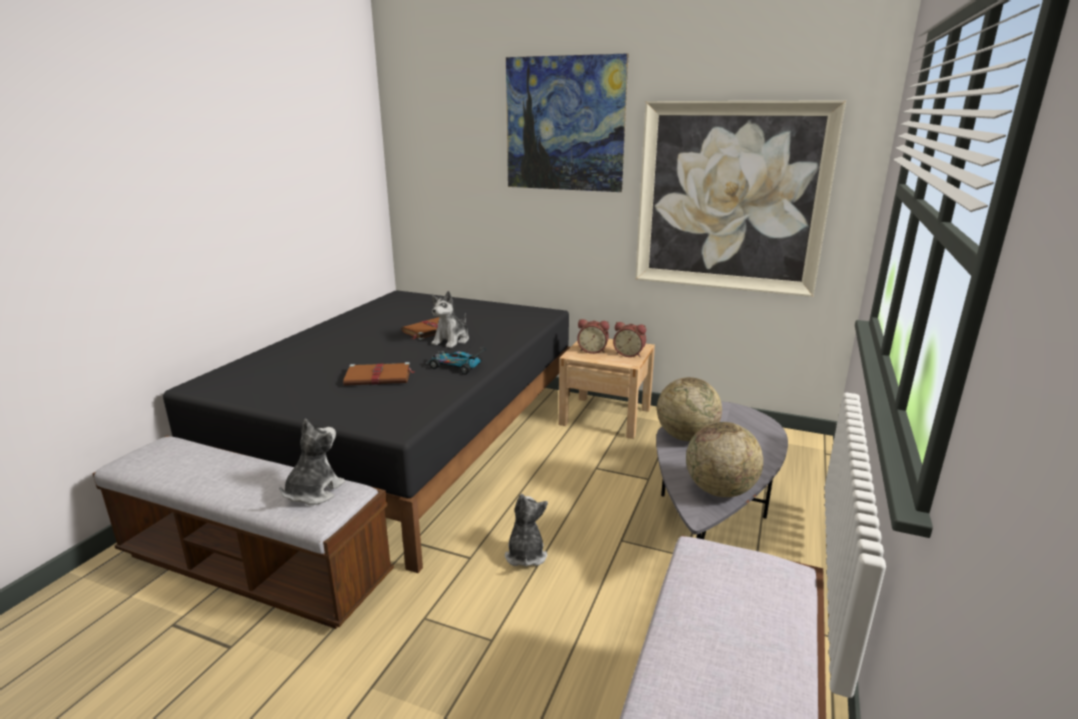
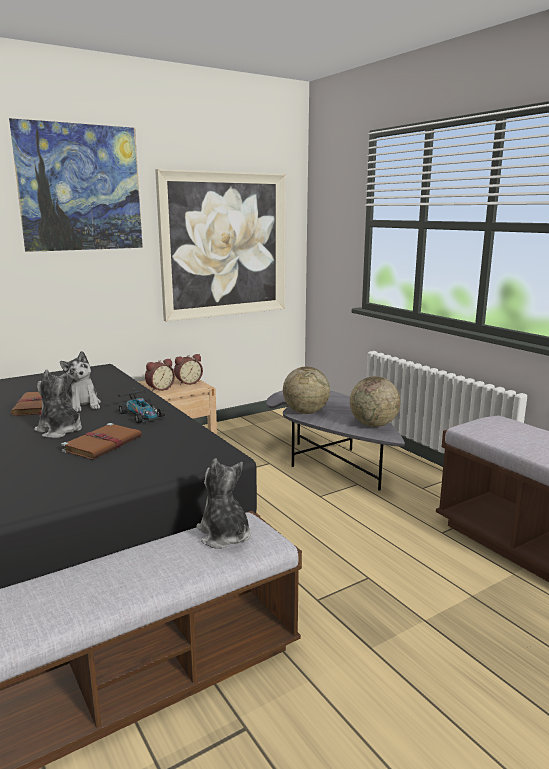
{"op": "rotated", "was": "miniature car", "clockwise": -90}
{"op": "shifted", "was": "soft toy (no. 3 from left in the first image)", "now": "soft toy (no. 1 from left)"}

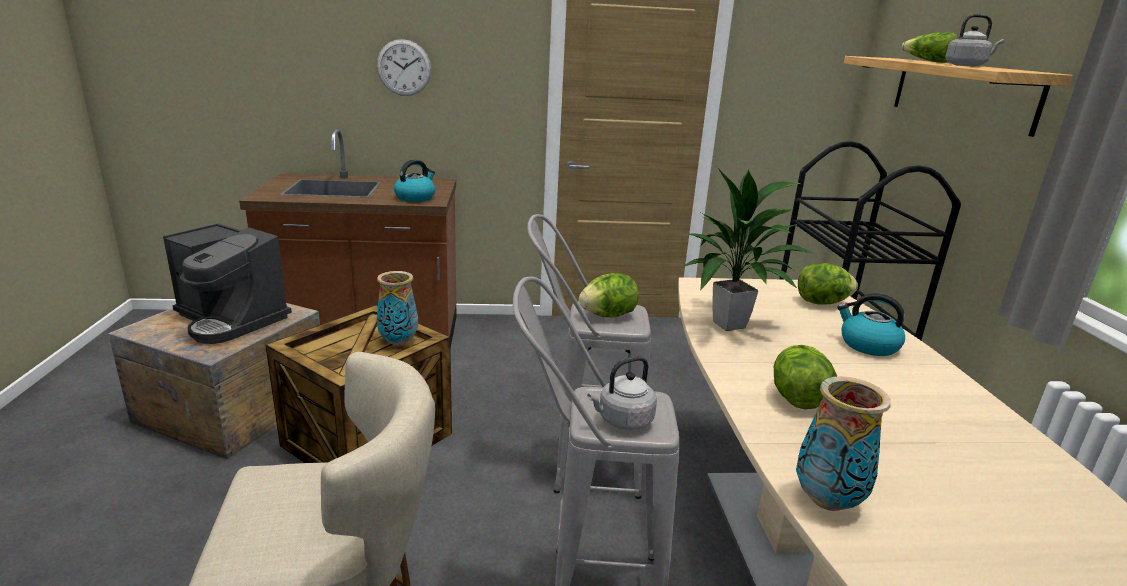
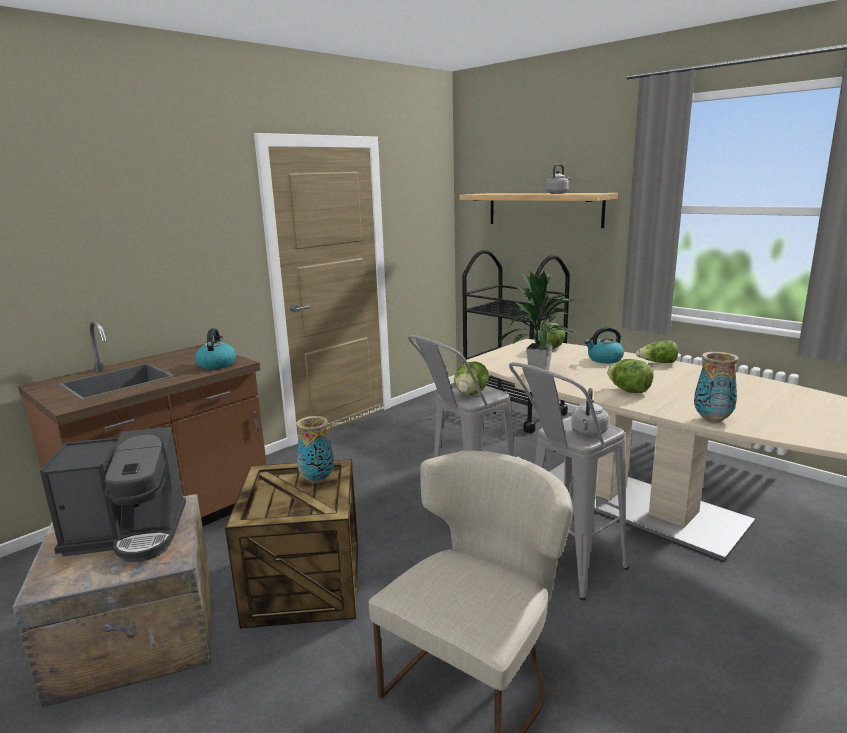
{"op": "gone", "was": "wall clock"}
{"op": "shifted", "was": "lettuce (no. 4 from left)"}

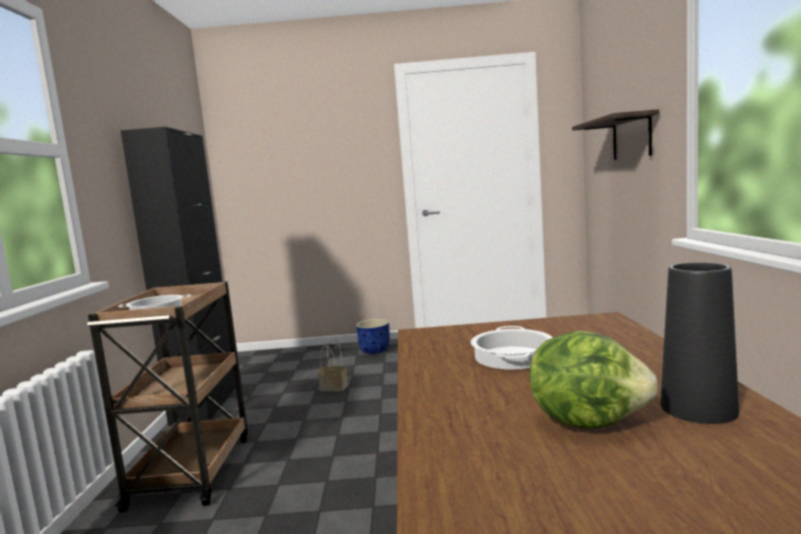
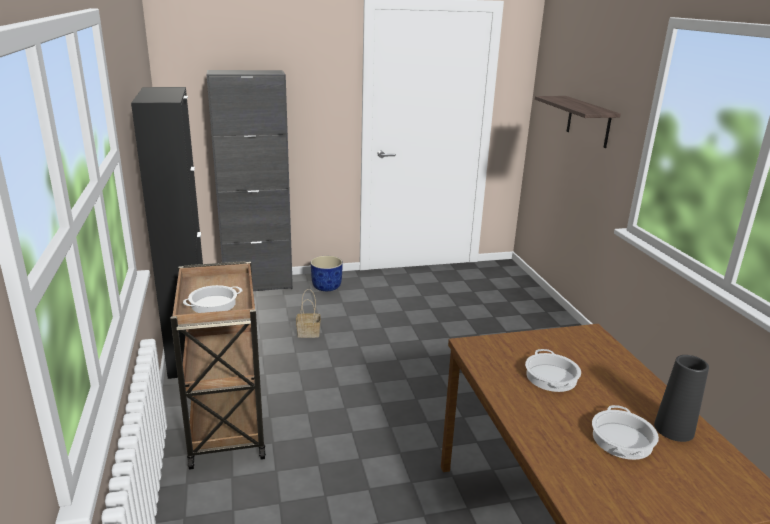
{"op": "swapped", "was": "lettuce", "now": "cooking pot (no. 3 from left)"}
{"op": "new", "now": "blackish cabinet (no. 2 from left)"}

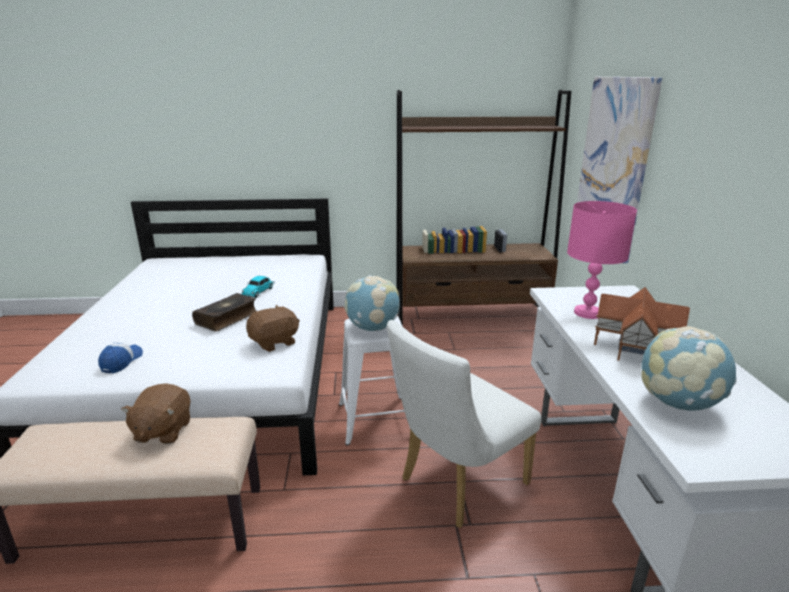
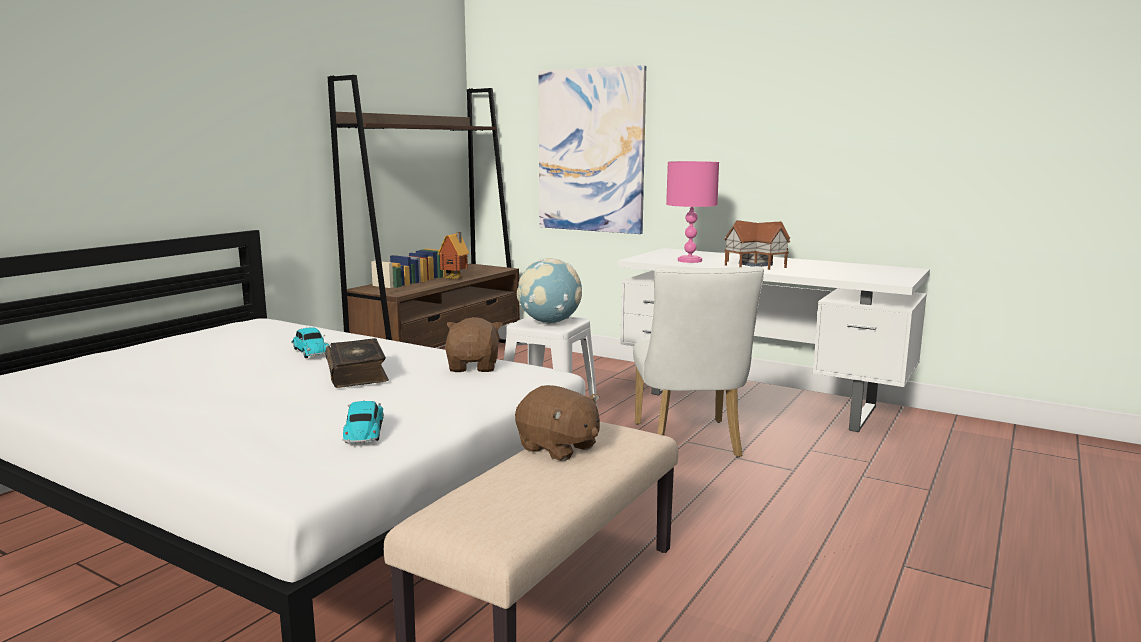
{"op": "swapped", "was": "peaked cap", "now": "miniature car (no. 2 from left)"}
{"op": "gone", "was": "world globe (no. 2 from left)"}
{"op": "new", "now": "miniature house (no. 1 from left)"}

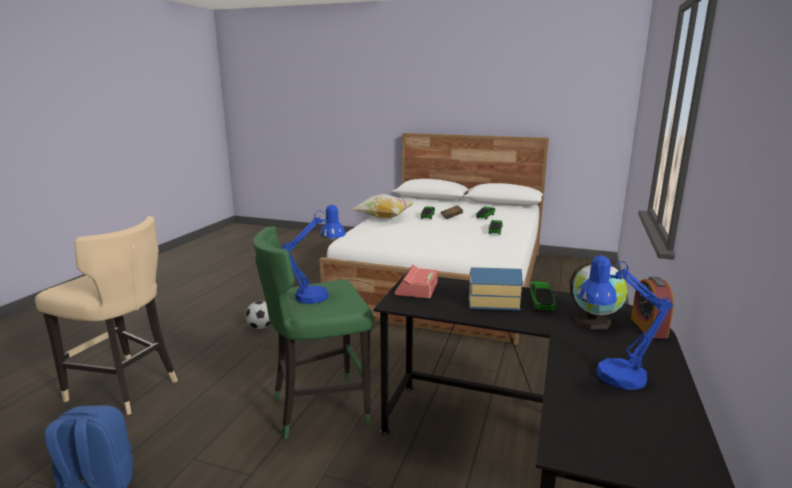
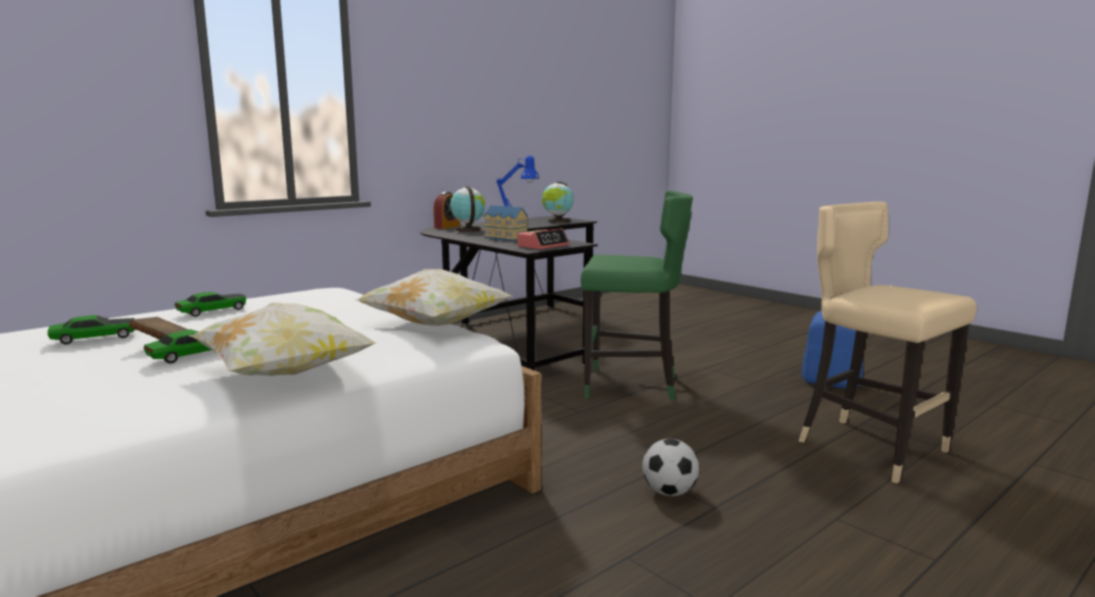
{"op": "gone", "was": "bluish table lamp (no. 1 from left)"}
{"op": "gone", "was": "miniature car (no. 4 from left)"}
{"op": "new", "now": "pillow (no. 2 from left)"}
{"op": "new", "now": "world globe (no. 2 from left)"}

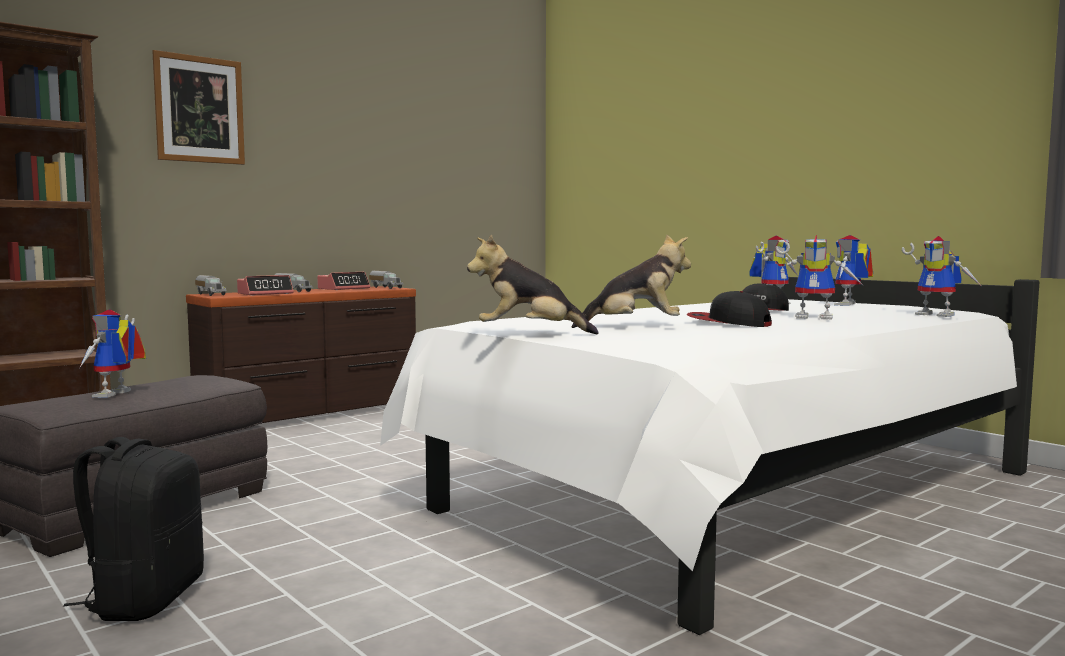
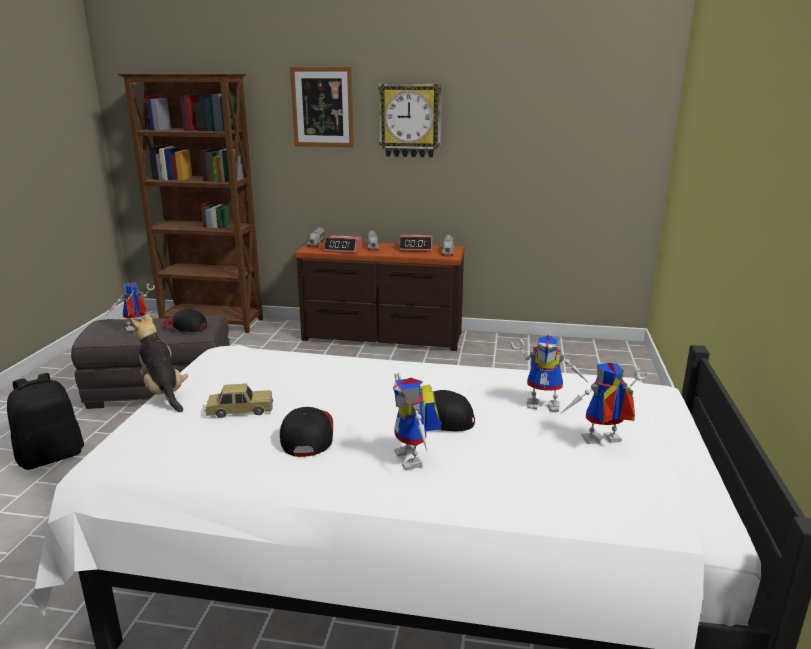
{"op": "swapped", "was": "soft toy (no. 2 from left)", "now": "miniature car"}
{"op": "gone", "was": "robot figure (no. 5 from left)"}
{"op": "new", "now": "peaked cap (no. 1 from left)"}
{"op": "new", "now": "wall clock"}

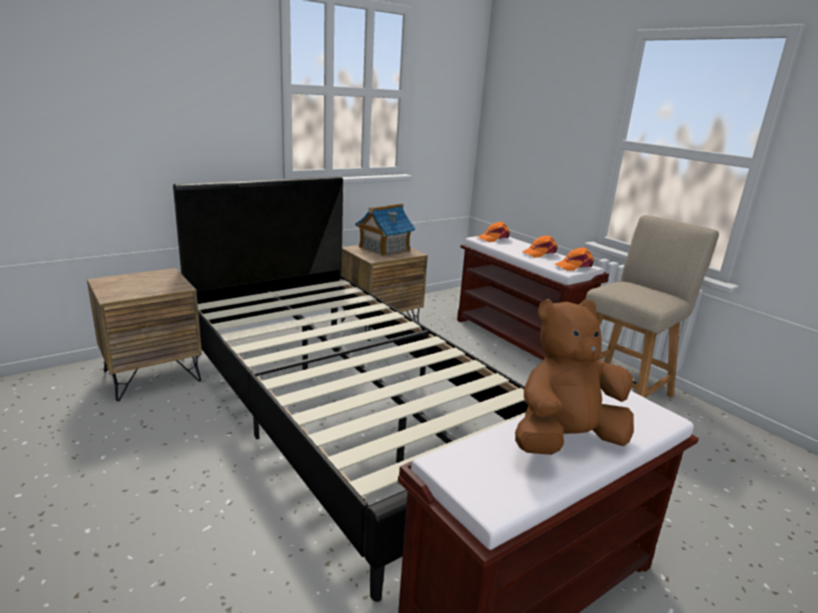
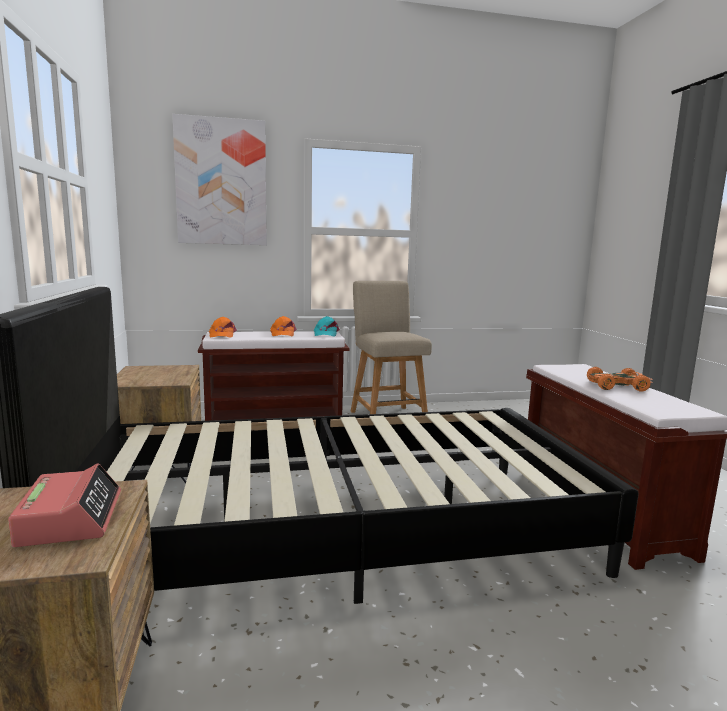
{"op": "gone", "was": "miniature house"}
{"op": "swapped", "was": "brown-coloured soft toy", "now": "orange miniature car"}
{"op": "repainted", "was": "orange peaked cap (no. 3 from left)", "now": "turquoise peaked cap"}
{"op": "new", "now": "alarm clock"}
{"op": "new", "now": "picture"}

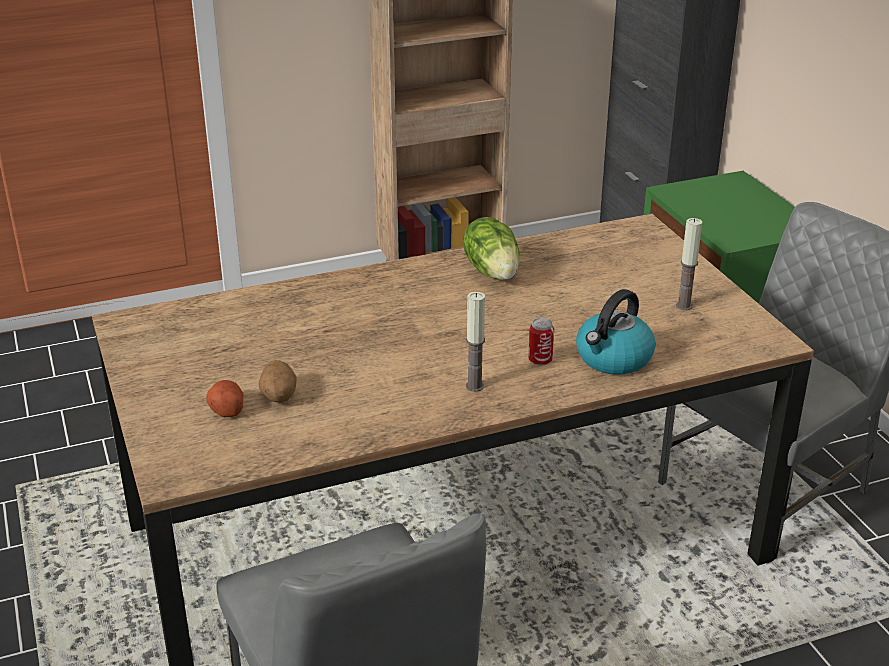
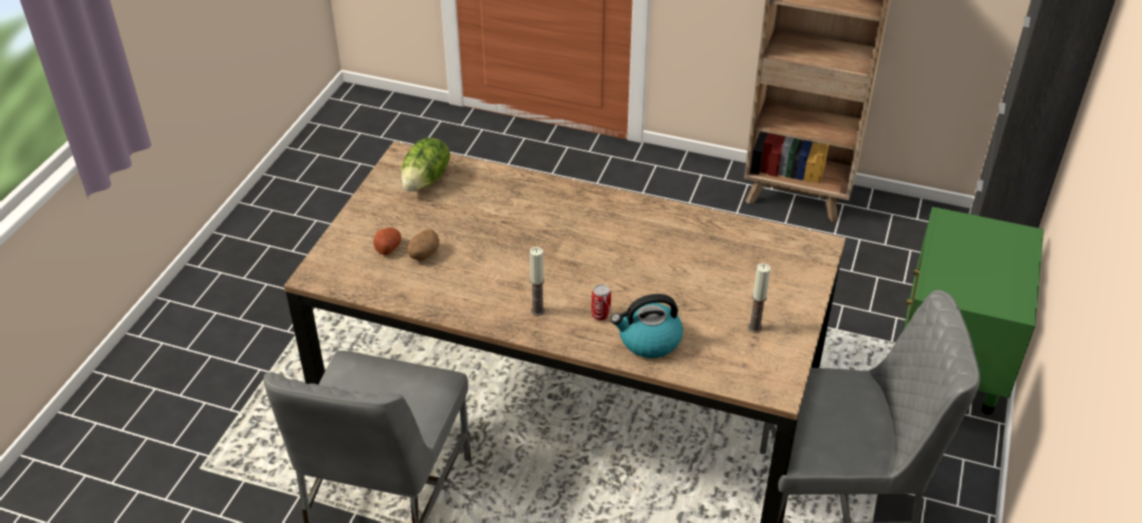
{"op": "shifted", "was": "lettuce"}

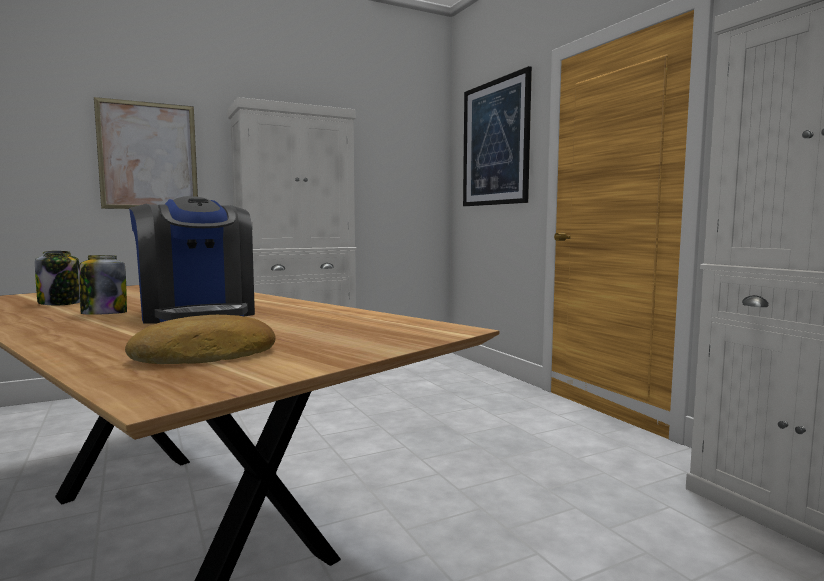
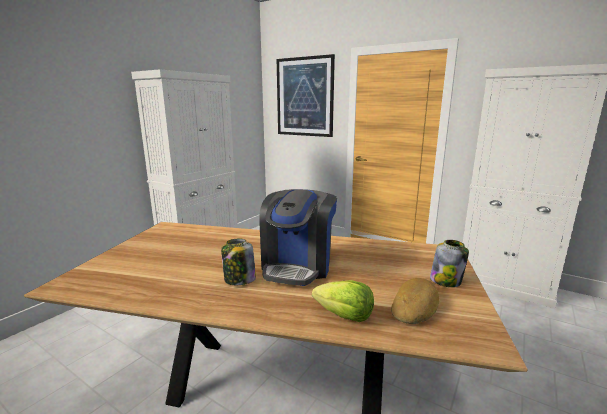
{"op": "shifted", "was": "preserve jar (no. 1 from left in the first image)", "now": "preserve jar (no. 2 from left)"}
{"op": "gone", "was": "picture (no. 1 from left)"}
{"op": "rotated", "was": "coffee brewer", "clockwise": 75}
{"op": "new", "now": "lettuce"}

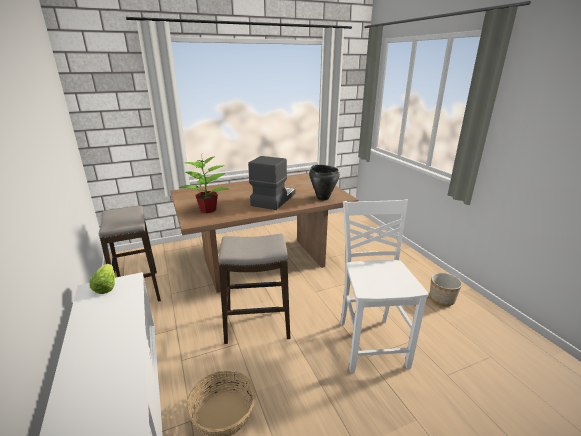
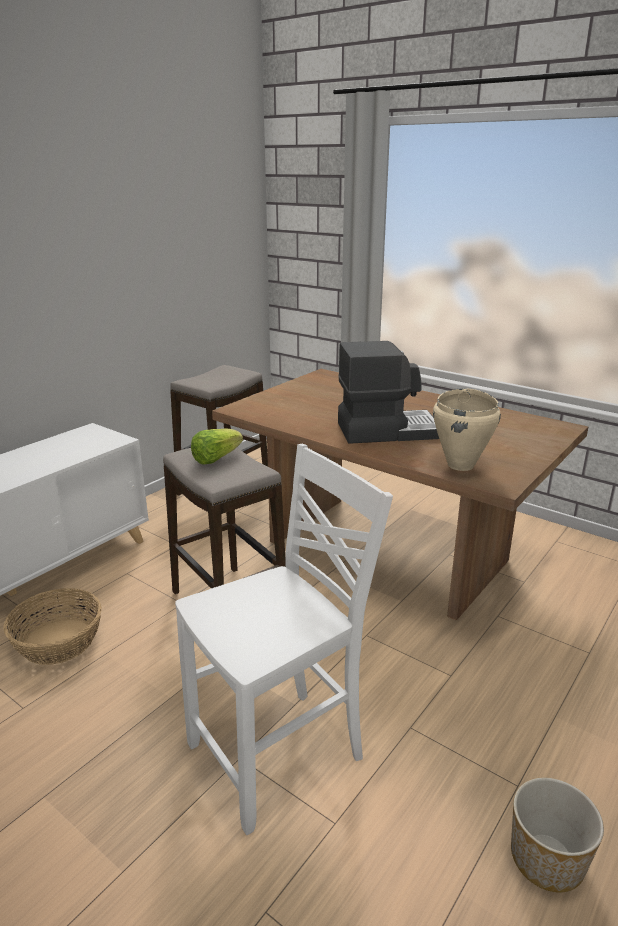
{"op": "shifted", "was": "lettuce"}
{"op": "gone", "was": "potted plant"}
{"op": "repainted", "was": "blackish cooking pot", "now": "beige cooking pot"}

